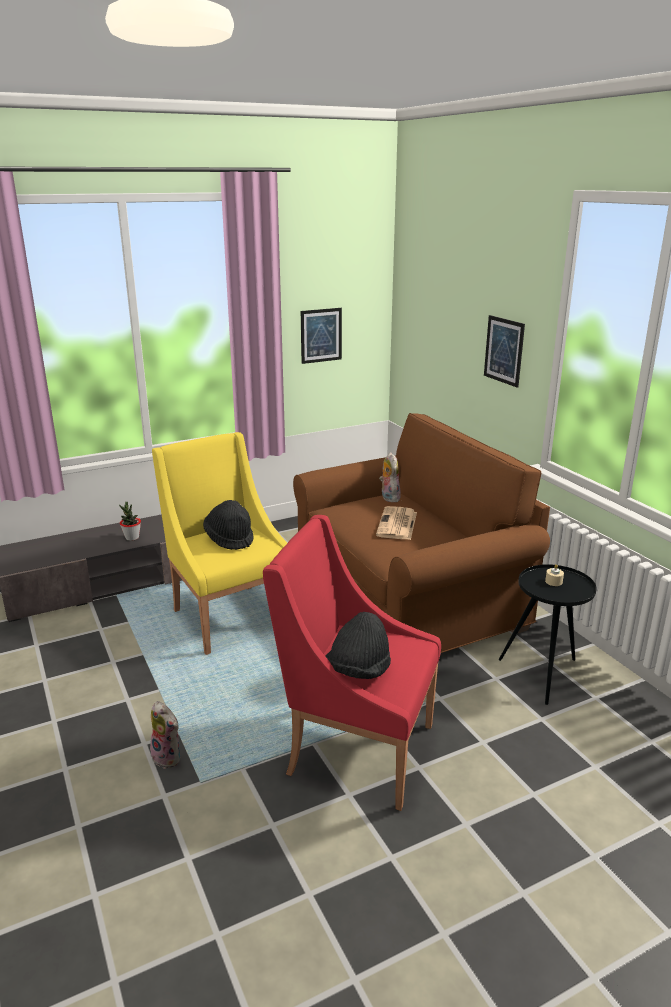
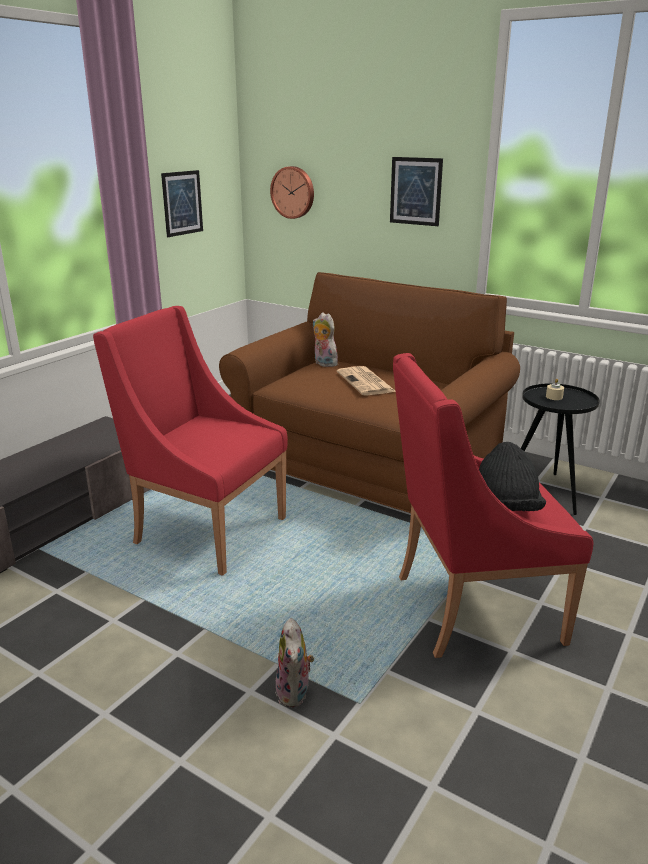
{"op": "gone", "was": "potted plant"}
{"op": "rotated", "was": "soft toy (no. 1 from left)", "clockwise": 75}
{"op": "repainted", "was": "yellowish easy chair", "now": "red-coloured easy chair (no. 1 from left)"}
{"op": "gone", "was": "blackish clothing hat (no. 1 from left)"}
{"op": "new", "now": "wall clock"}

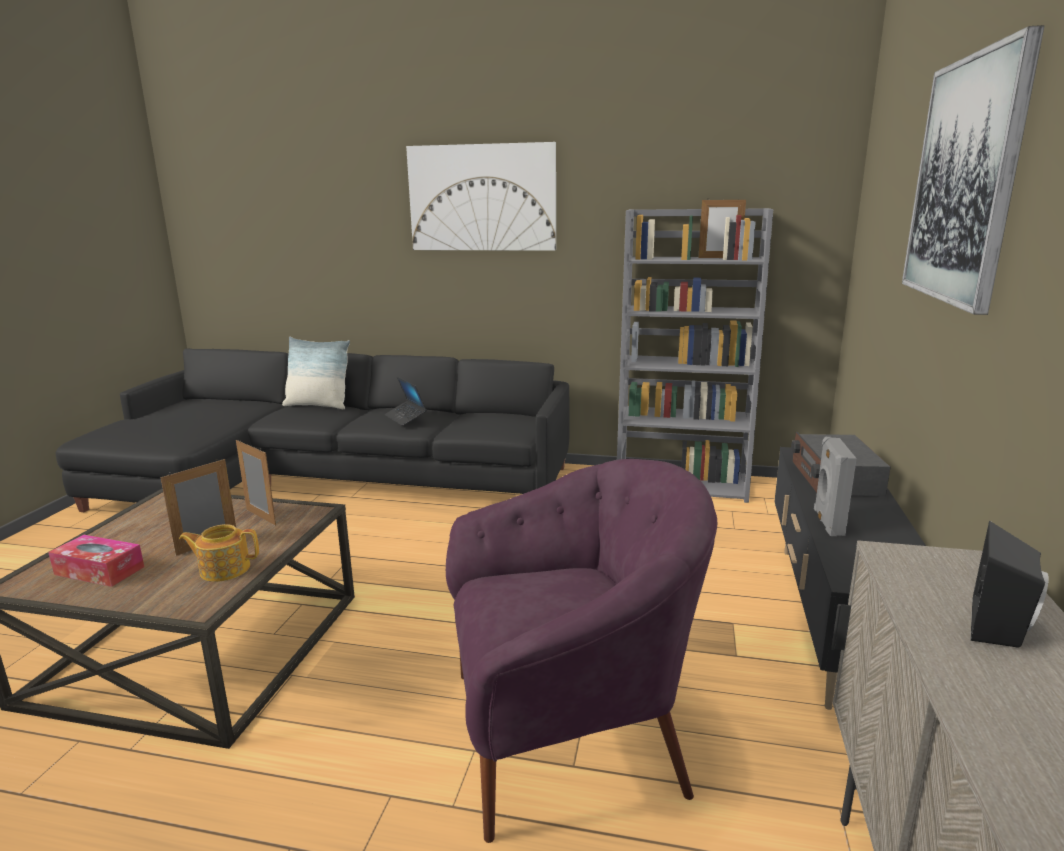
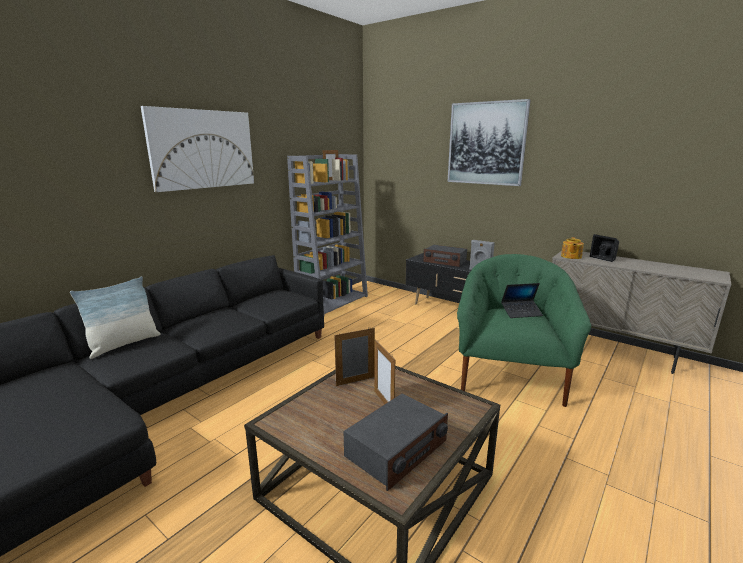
{"op": "swapped", "was": "tissue holder", "now": "radio set (no. 1 from left)"}
{"op": "shifted", "was": "teapot"}
{"op": "shifted", "was": "laptop"}
{"op": "repainted", "was": "purplish easy chair", "now": "green easy chair"}

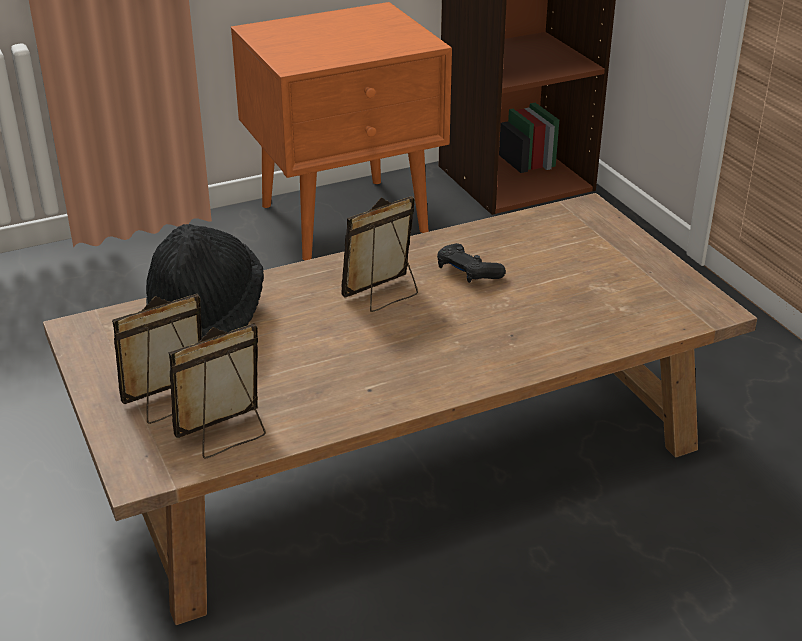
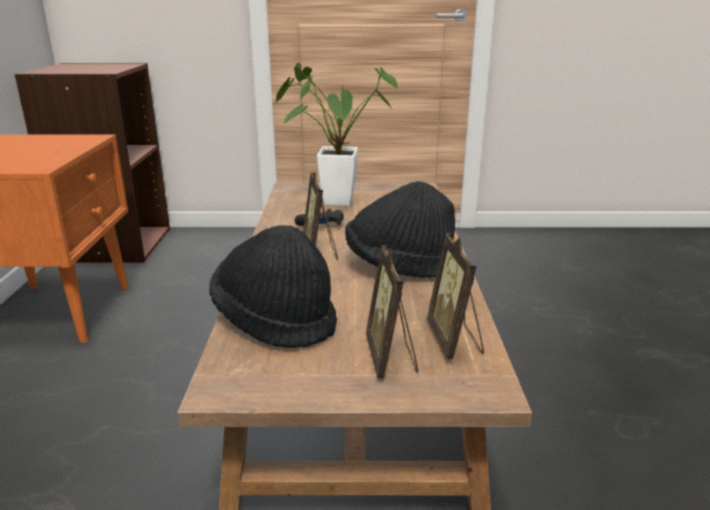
{"op": "new", "now": "potted plant"}
{"op": "new", "now": "blackish clothing hat (no. 2 from left)"}

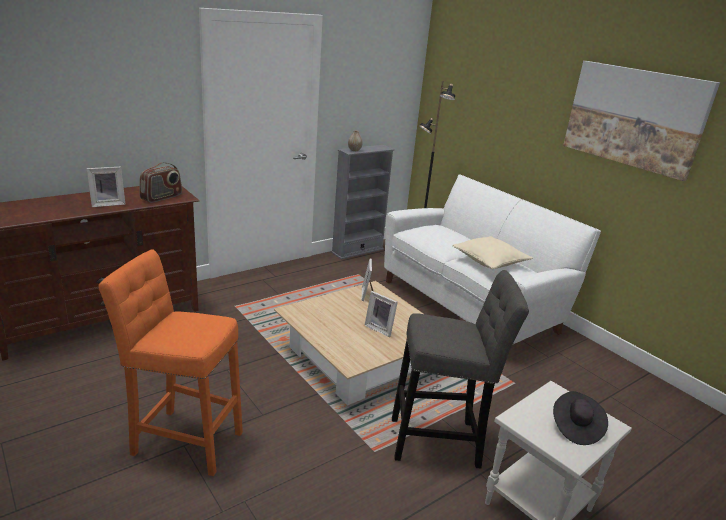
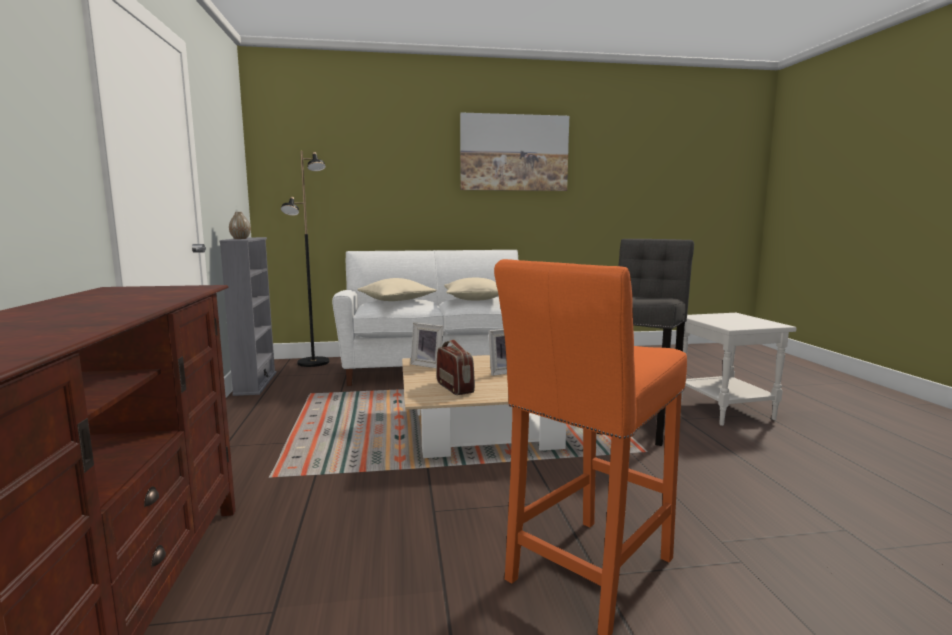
{"op": "gone", "was": "standing frame (no. 1 from left)"}
{"op": "shifted", "was": "radio set"}
{"op": "gone", "was": "blackish clothing hat"}
{"op": "new", "now": "beige pillow (no. 1 from left)"}

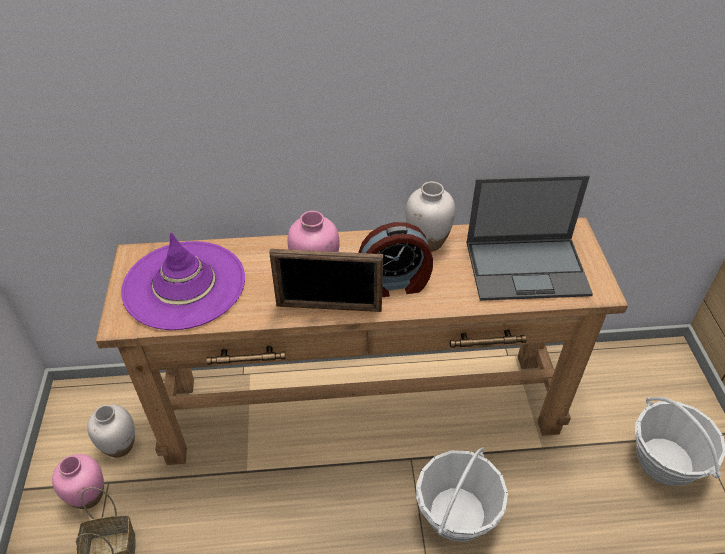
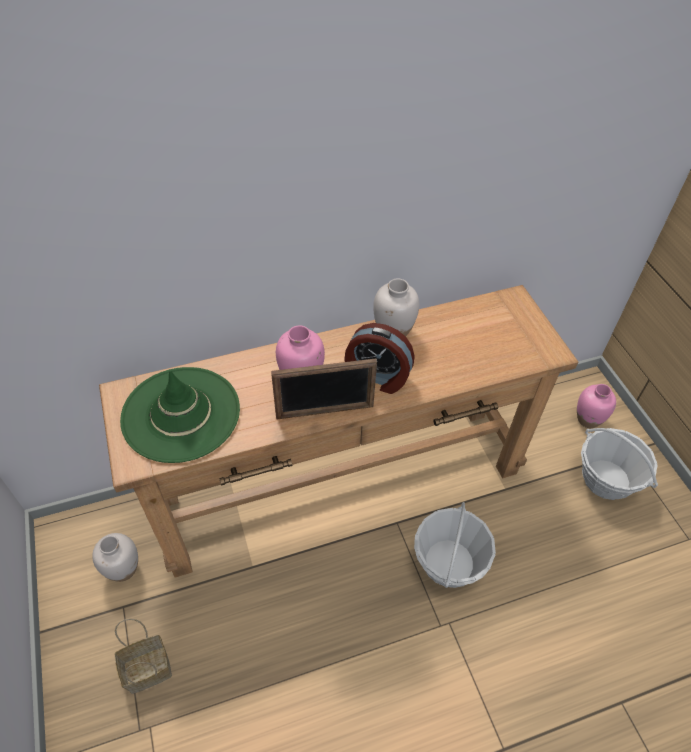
{"op": "shifted", "was": "pink-coloured vase (no. 1 from left in the first image)", "now": "pink-coloured vase (no. 2 from left)"}
{"op": "repainted", "was": "purplish clothing hat", "now": "green clothing hat"}
{"op": "rotated", "was": "alarm clock", "clockwise": 45}
{"op": "gone", "was": "laptop"}

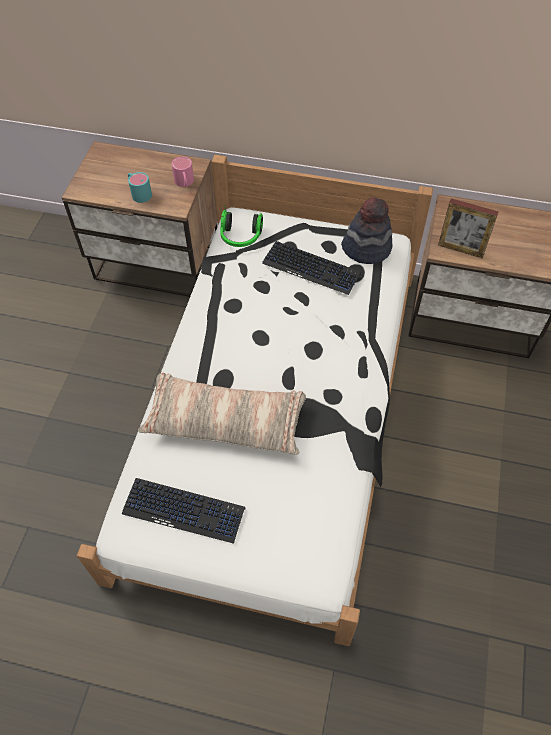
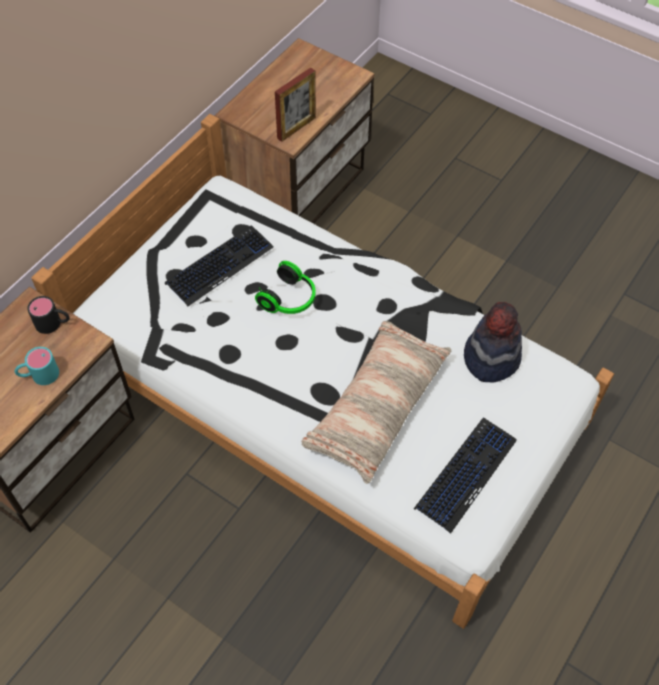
{"op": "repainted", "was": "pink-coloured mug", "now": "blackish mug"}
{"op": "shifted", "was": "headphones"}
{"op": "shifted", "was": "clothing hat"}

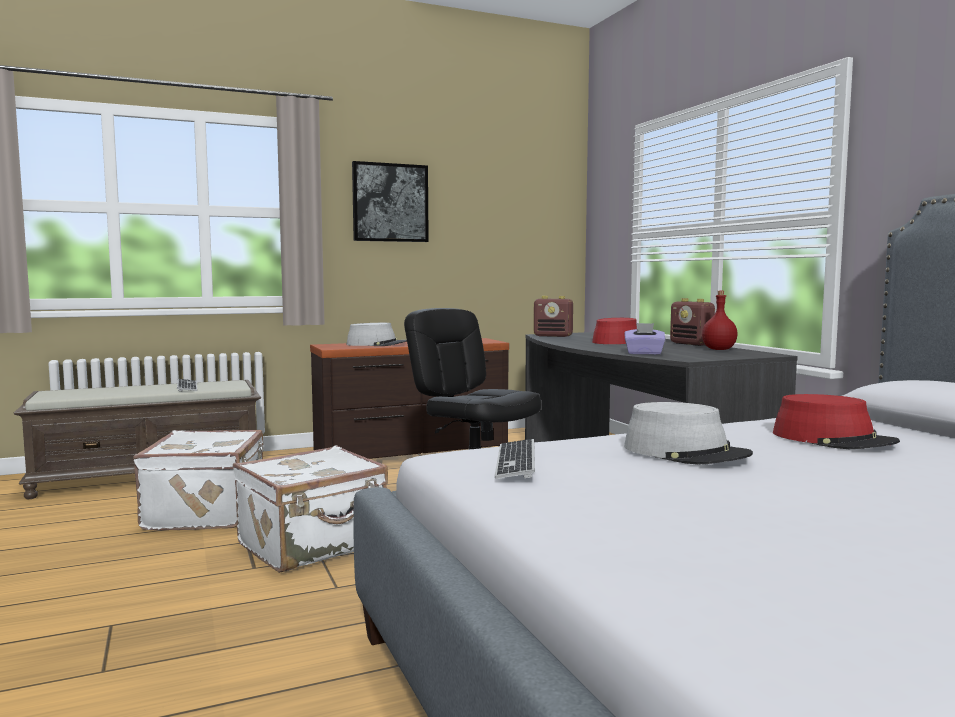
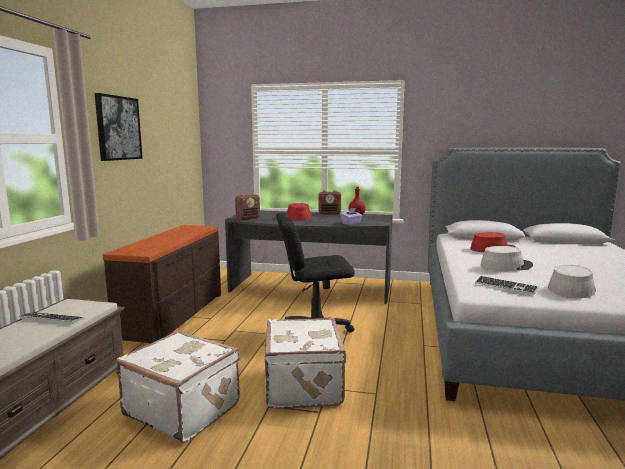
{"op": "shifted", "was": "greyish clothing hat (no. 1 from left in the first image)", "now": "greyish clothing hat (no. 2 from left)"}

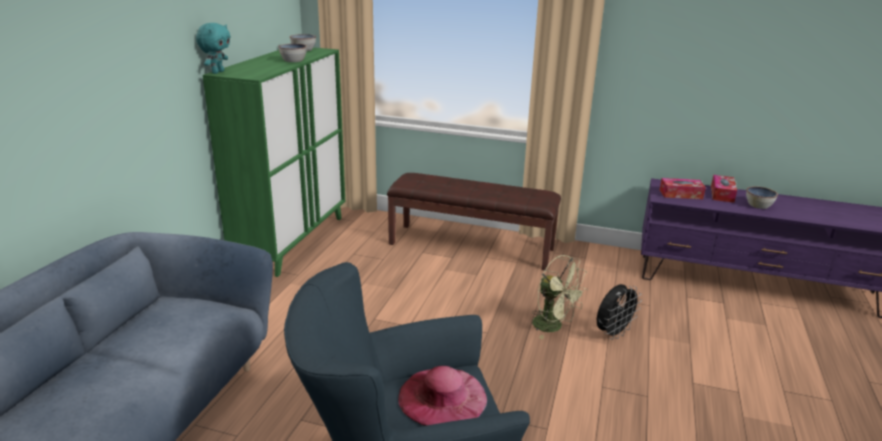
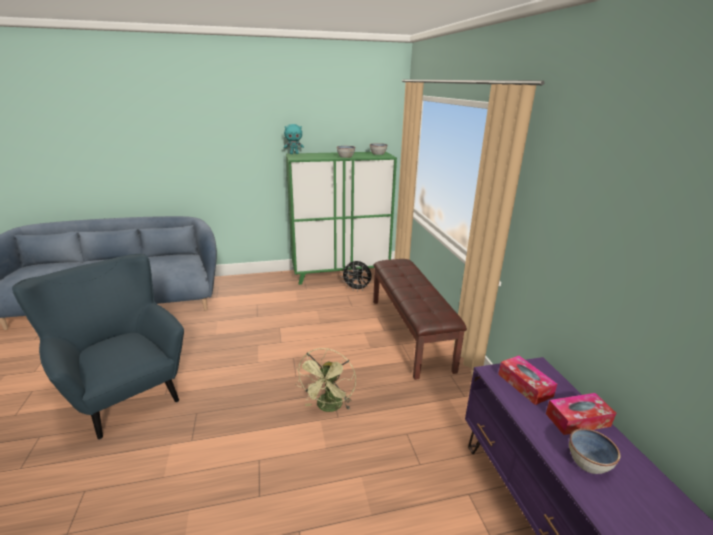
{"op": "gone", "was": "pink-coloured clothing hat"}
{"op": "shifted", "was": "blackish cooling fan"}

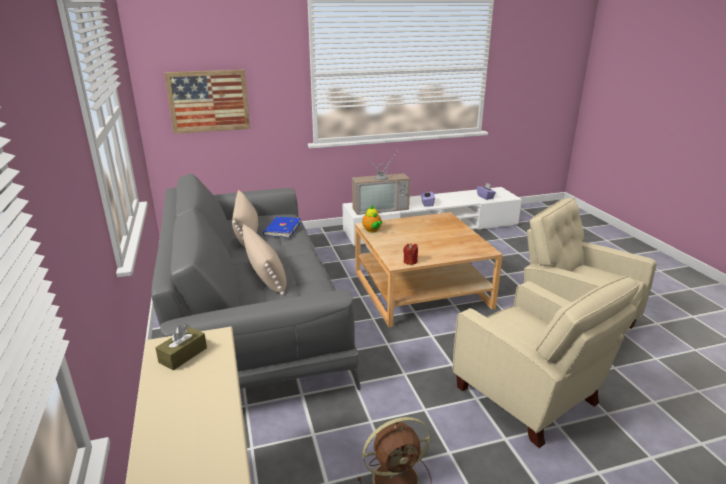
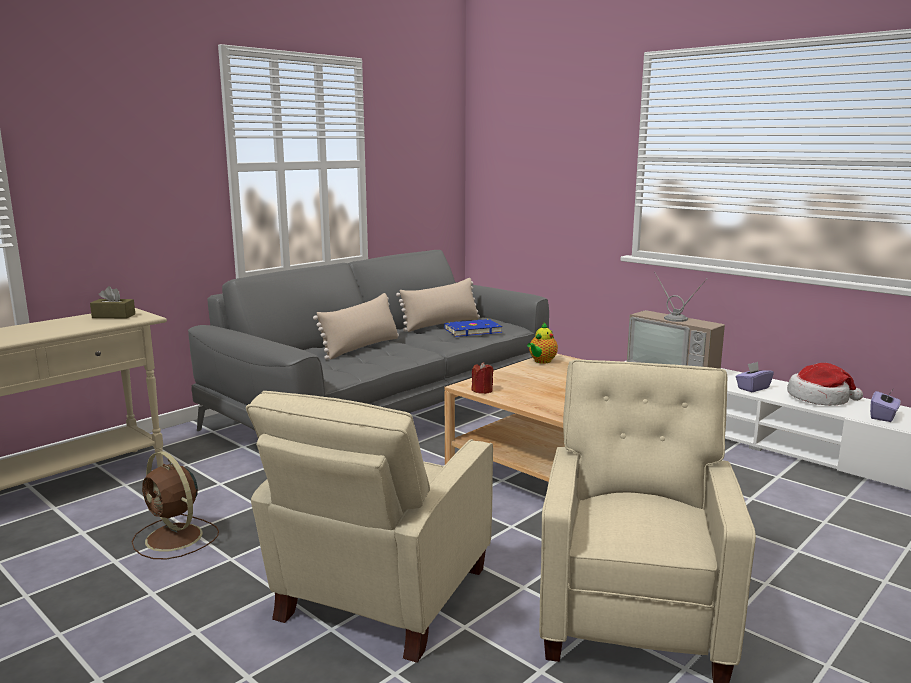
{"op": "gone", "was": "picture"}
{"op": "new", "now": "clothing hat"}

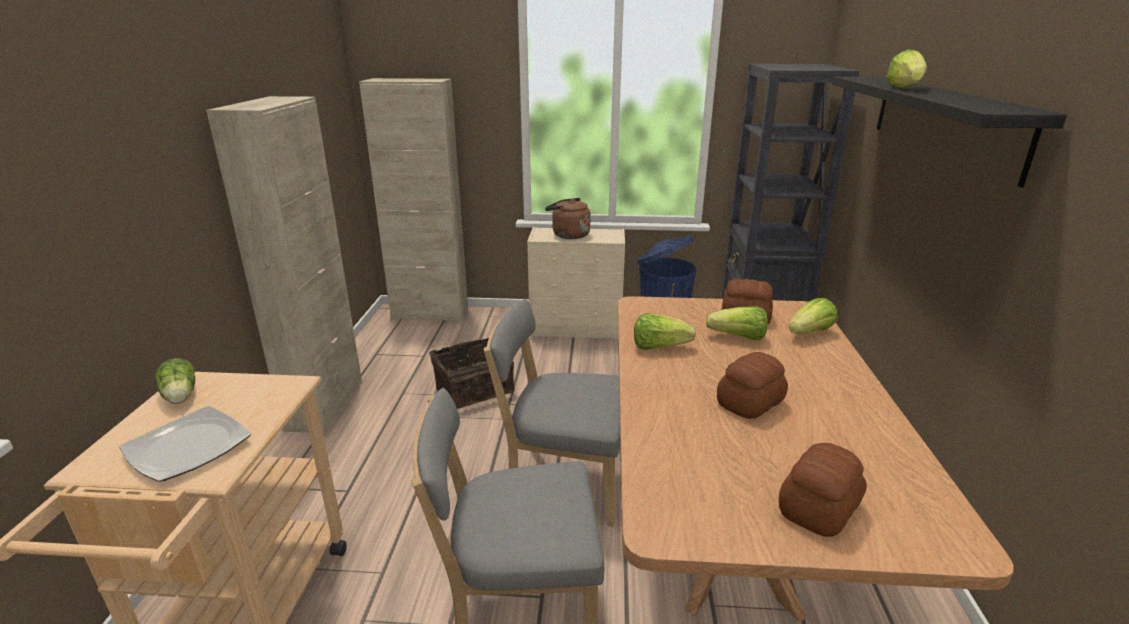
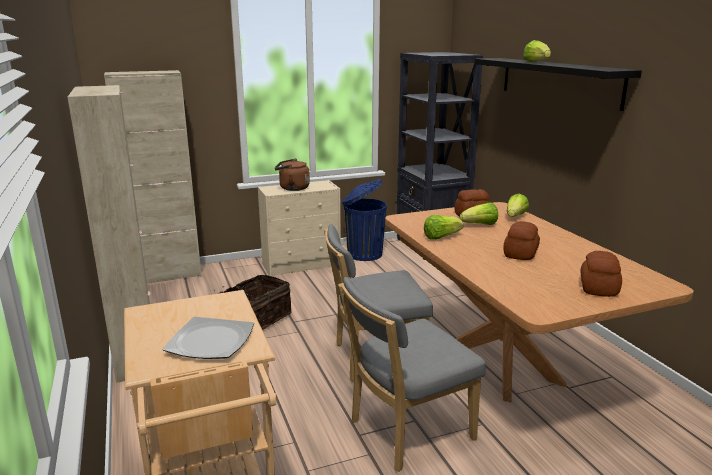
{"op": "gone", "was": "lettuce (no. 1 from left)"}

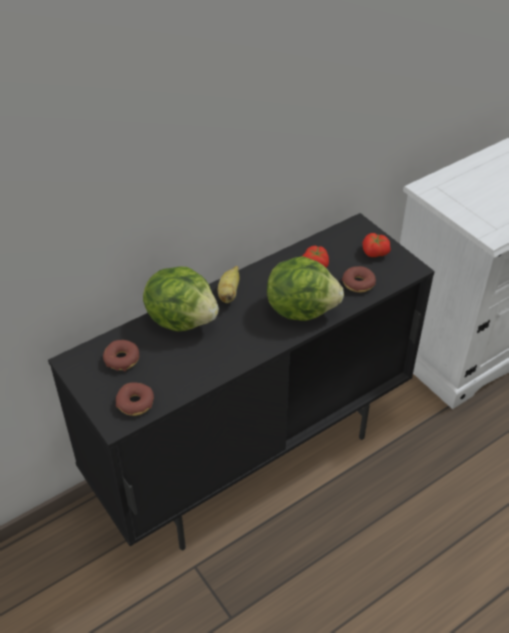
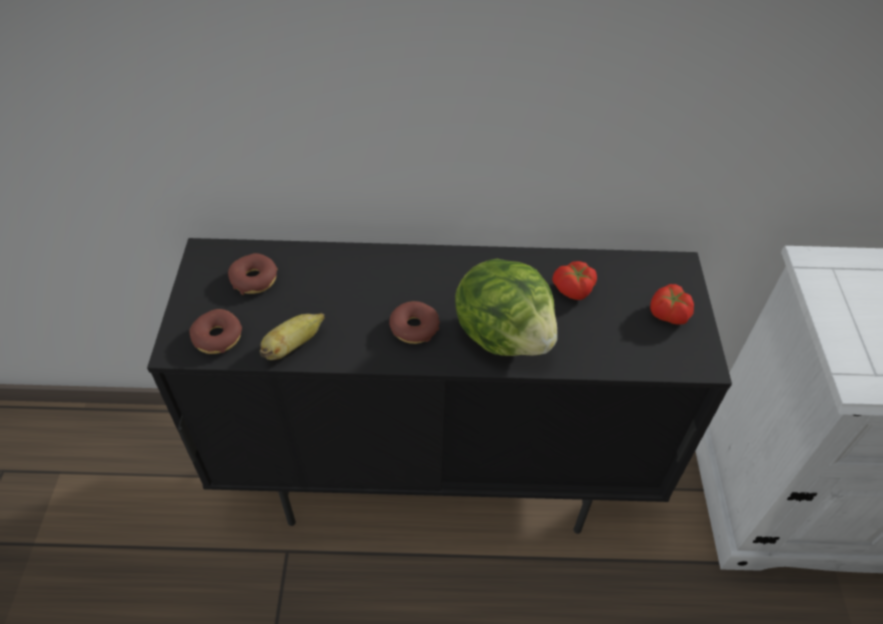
{"op": "gone", "was": "lettuce (no. 1 from left)"}
{"op": "shifted", "was": "whole banana"}
{"op": "shifted", "was": "doughnut (no. 3 from left)"}

